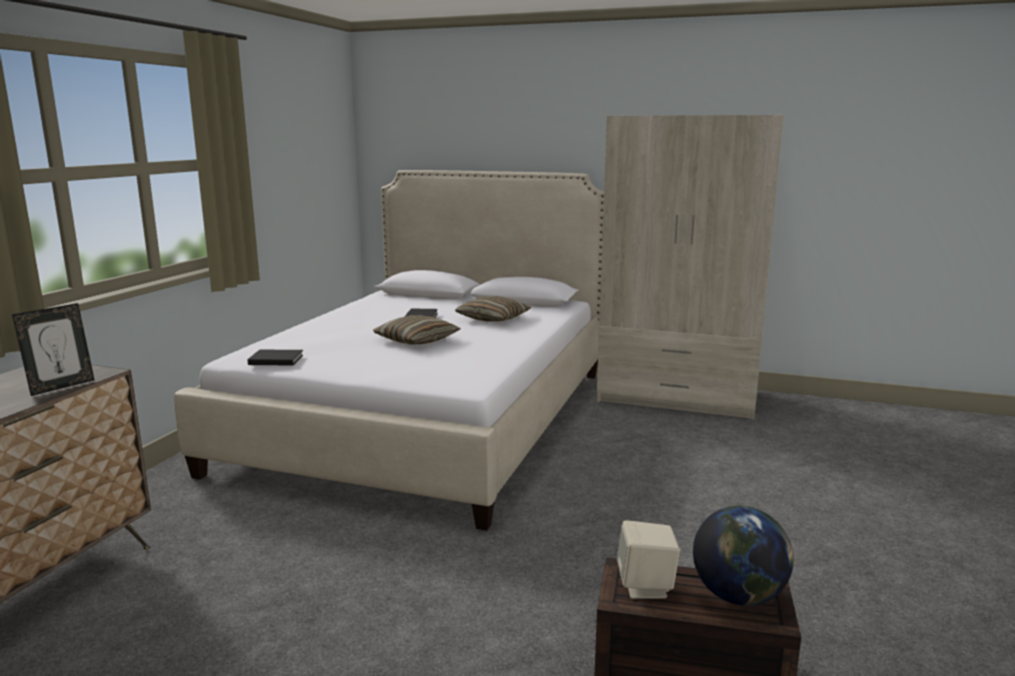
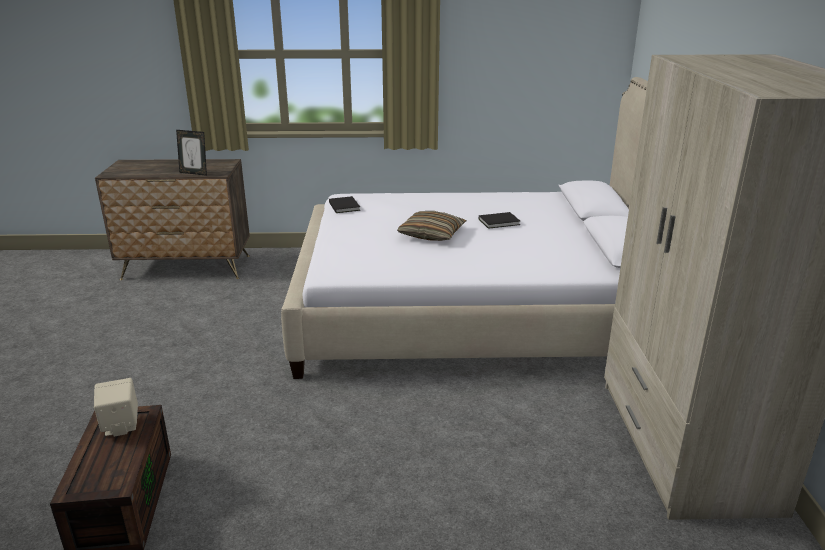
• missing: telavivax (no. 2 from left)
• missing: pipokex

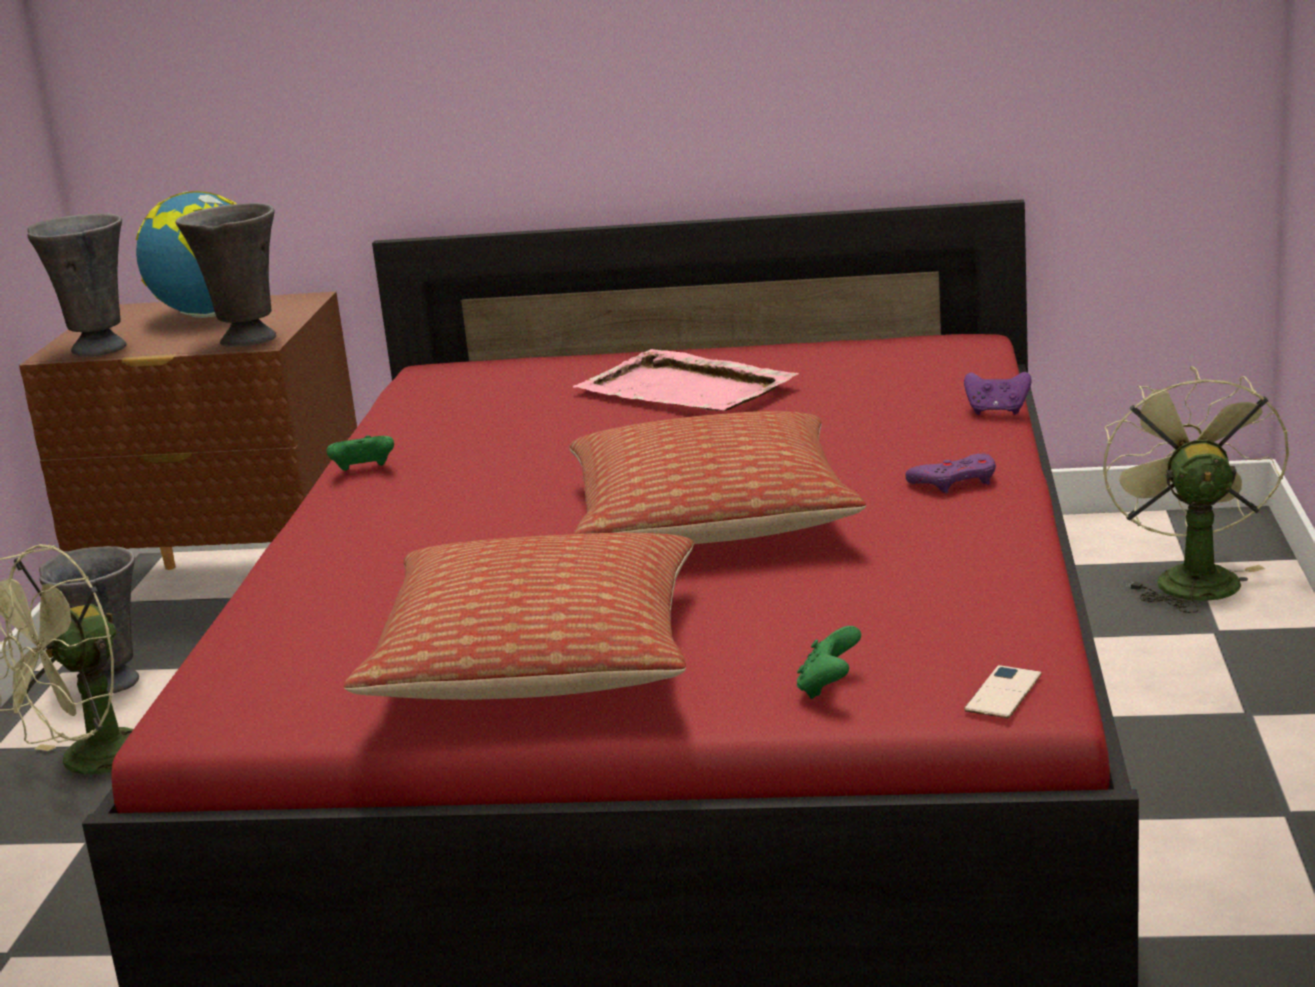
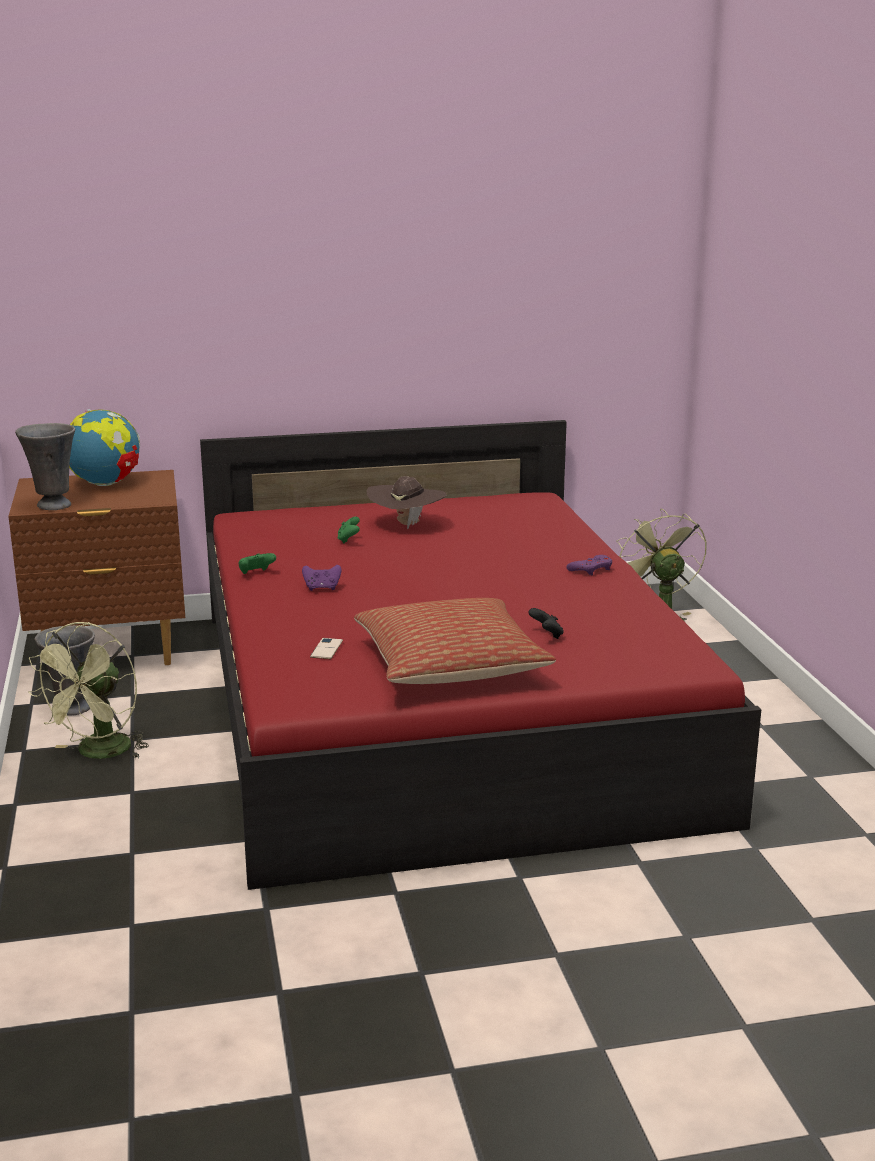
• missing: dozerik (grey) (no. 3 from left)
• missing: telavivax (no. 2 from left)
• exchanged: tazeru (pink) to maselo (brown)
• relocated: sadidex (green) (no. 2 from left)
• relocated: sadidex (purple) (no. 2 from left in the first image) to sadidex (purple) (no. 1 from left)
• relocated: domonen
• appeared: sadidex (black)

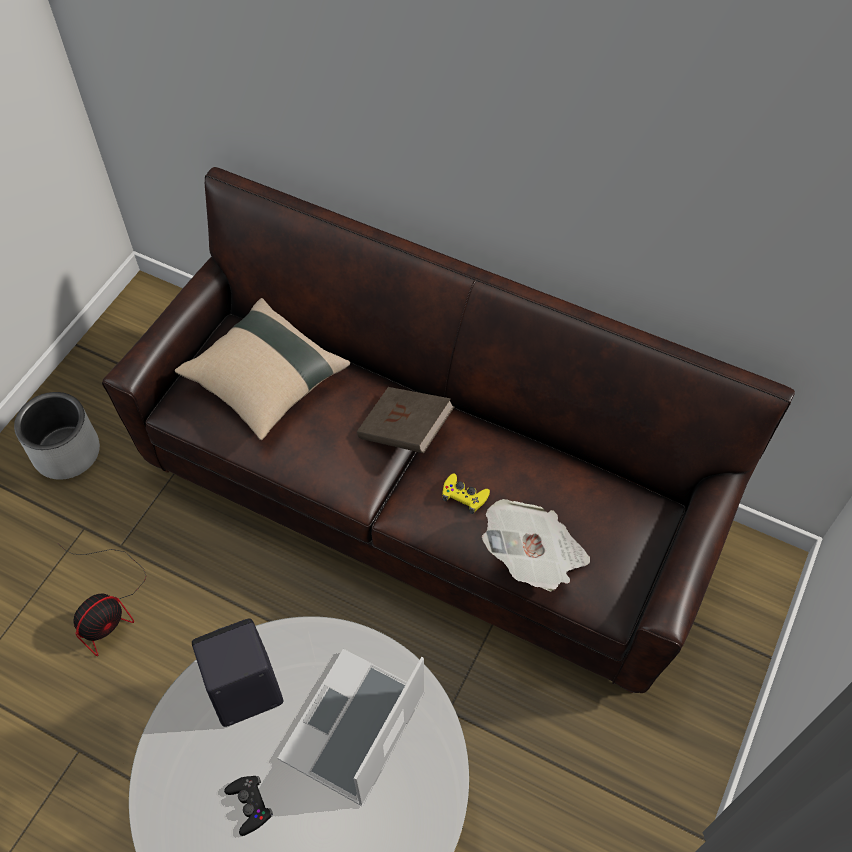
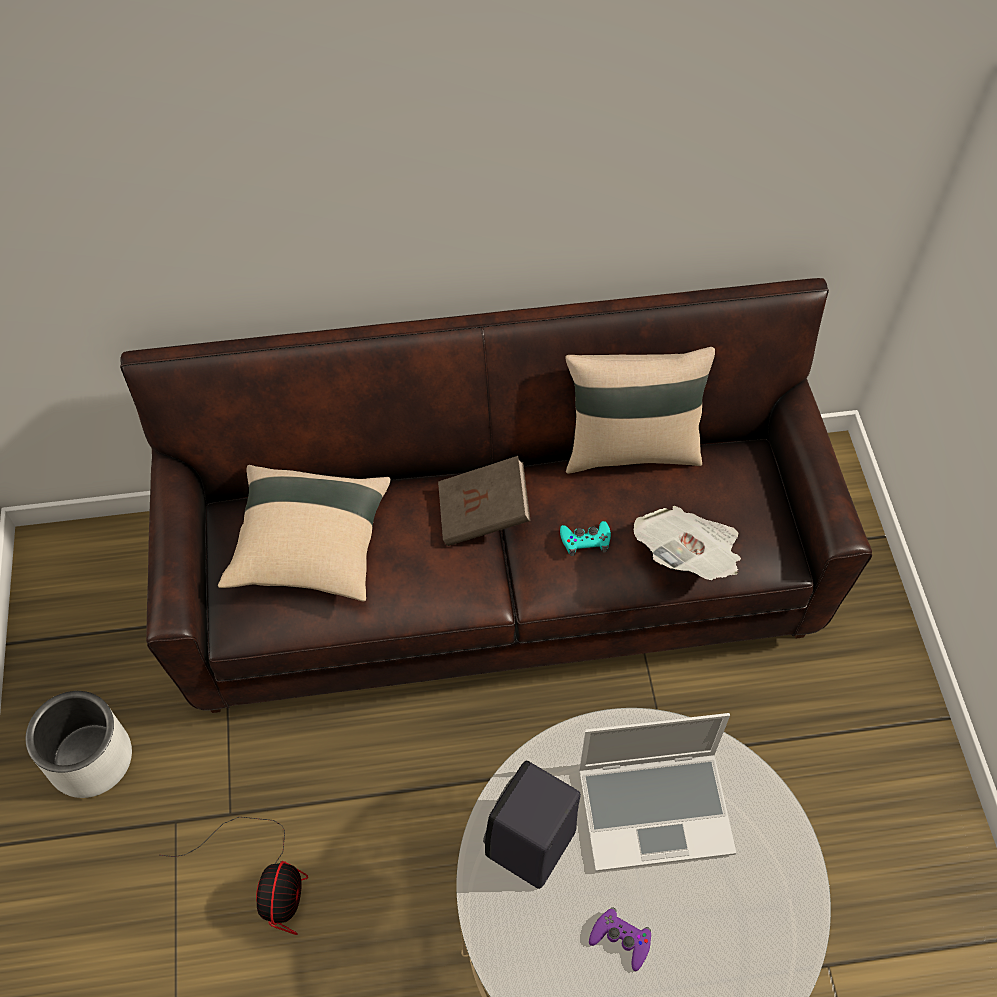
• colour: sadidex (black) to sadidex (purple)
• spun: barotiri 90 degrees counterclockwise
• colour: sadidex (yellow) to sadidex (turquoise)
• appeared: telavivax (beige) (no. 2 from left)

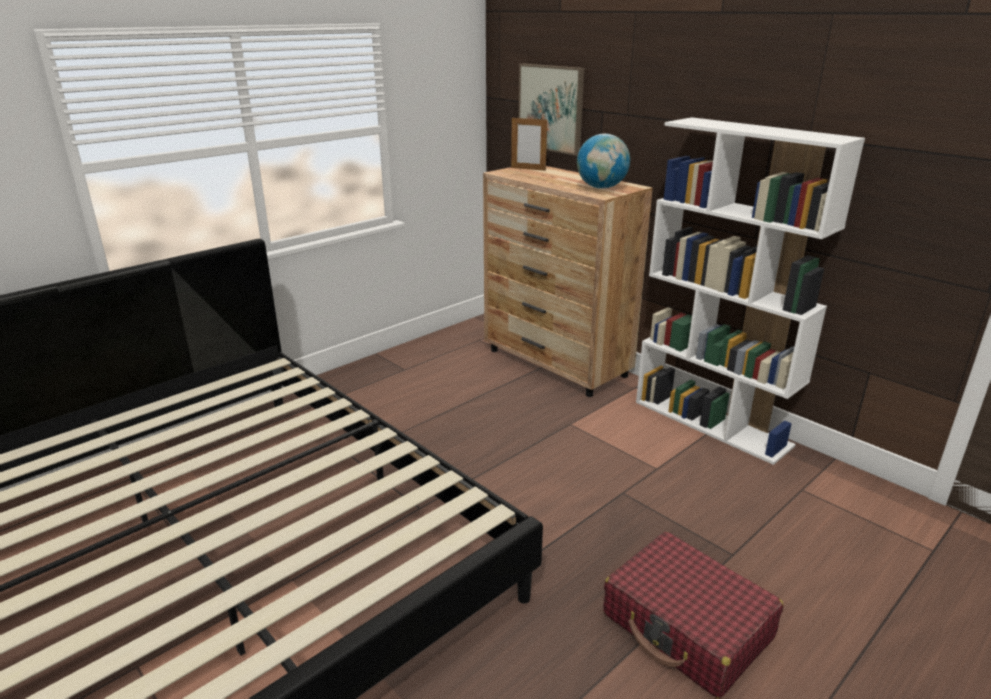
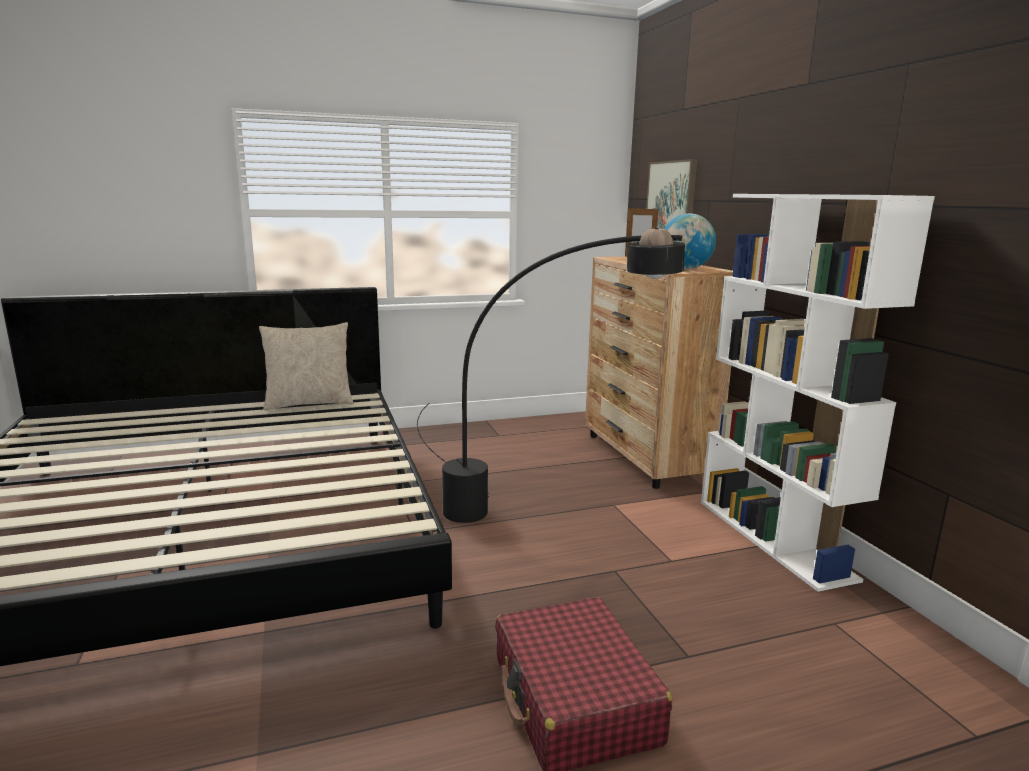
• appeared: telavivax (beige)
• appeared: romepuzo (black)

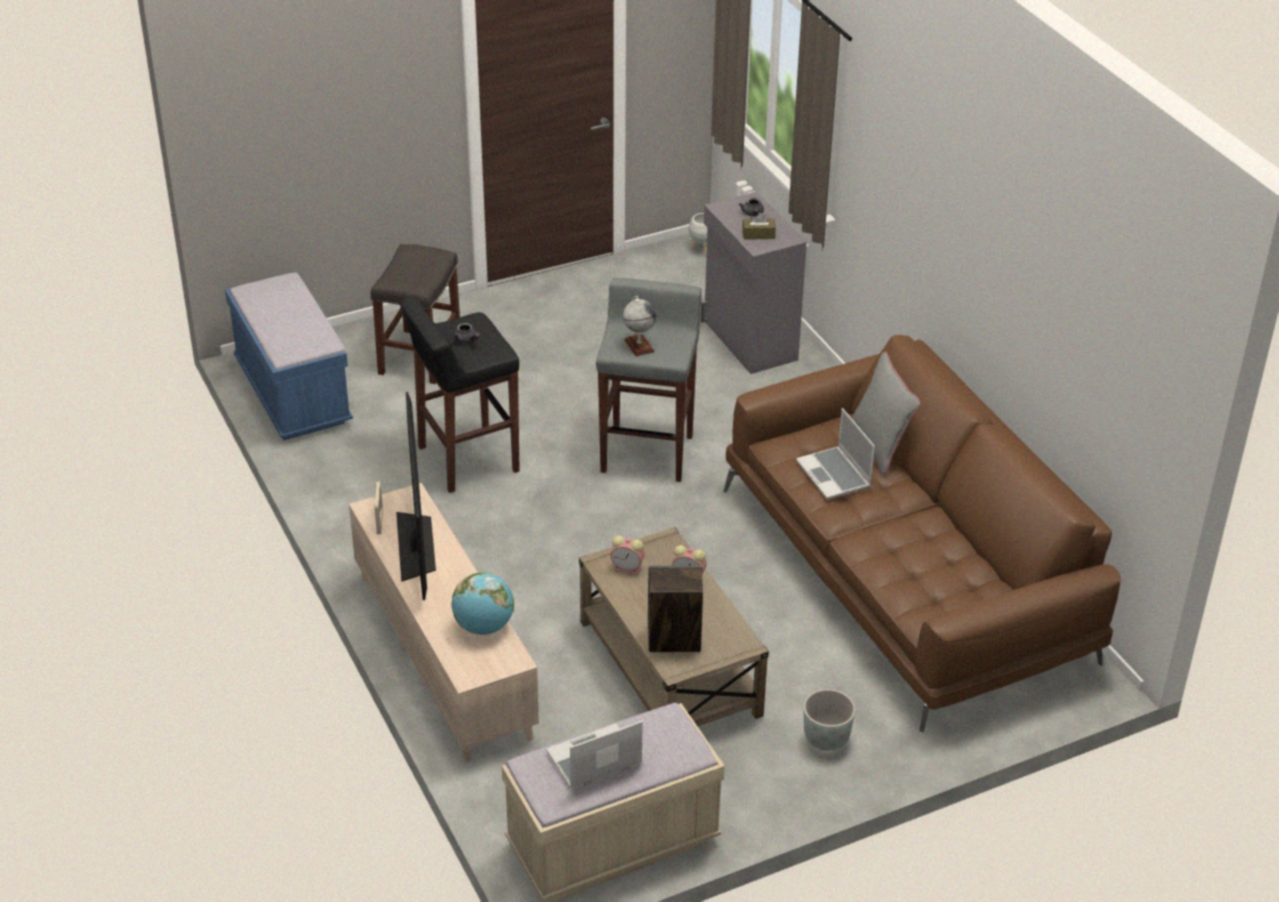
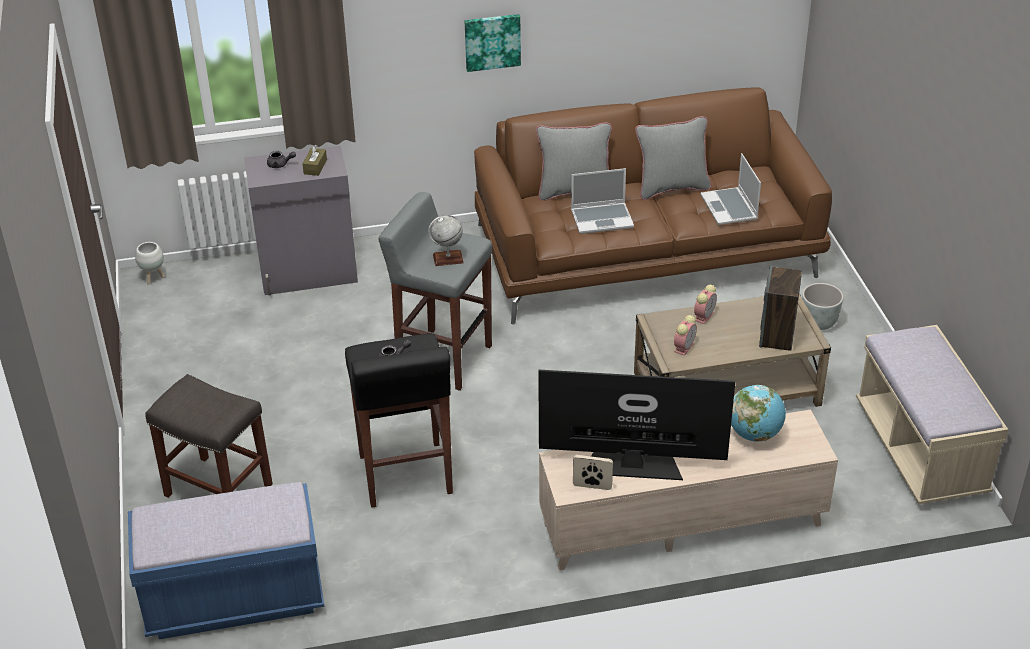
• relocated: barotiri (no. 1 from left in the first image) to barotiri (no. 2 from left)
• appeared: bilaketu
• appeared: telavivax (grey) (no. 2 from left)

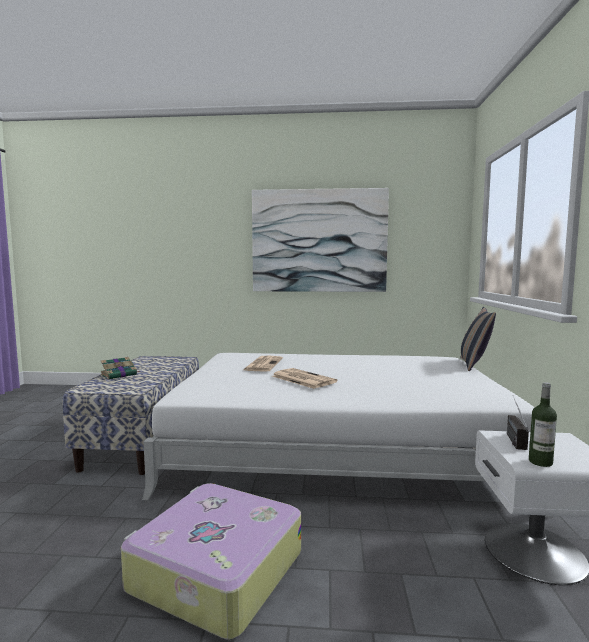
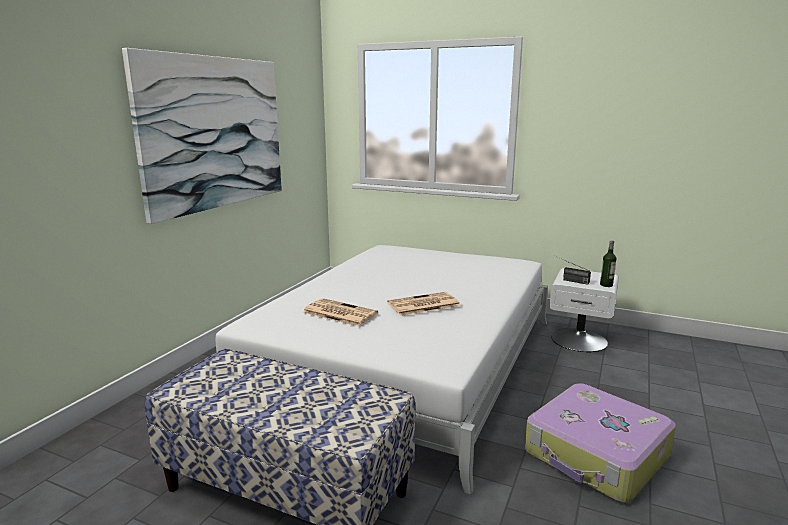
• missing: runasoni
• missing: telavivax

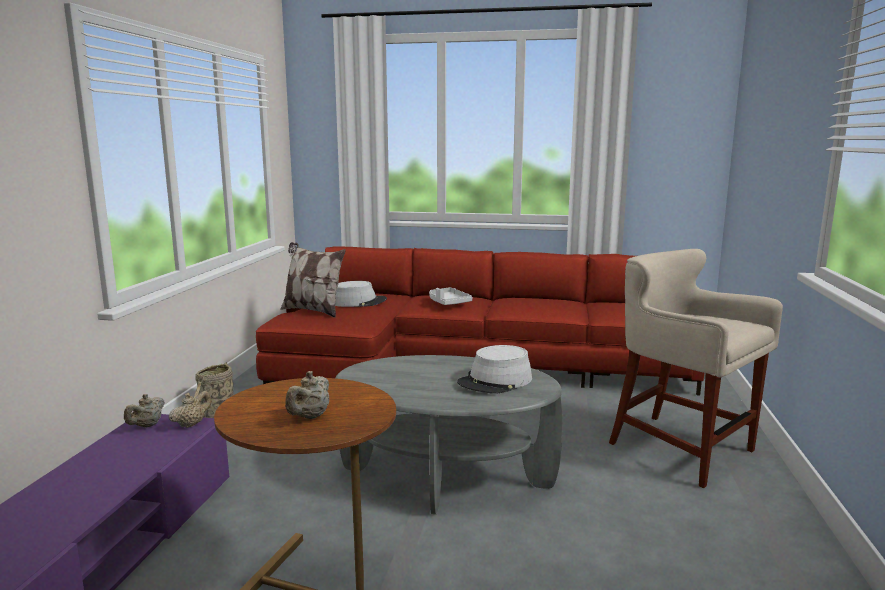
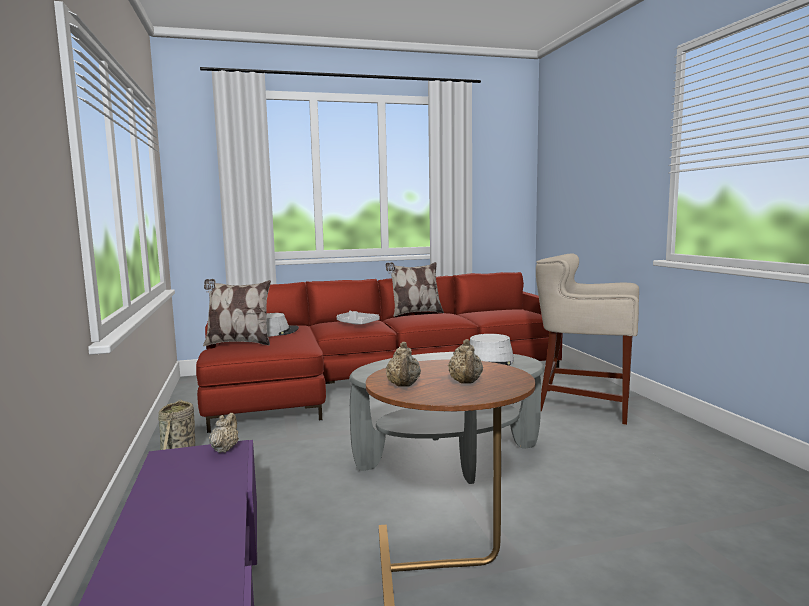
• relocated: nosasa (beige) (no. 1 from left in the first image) to nosasa (beige) (no. 2 from left)
• appeared: telavivax (no. 2 from left)

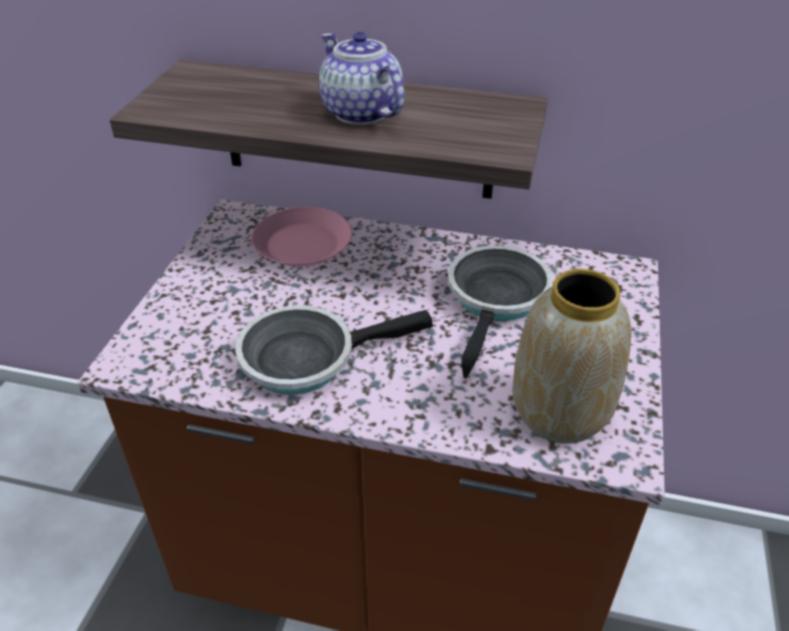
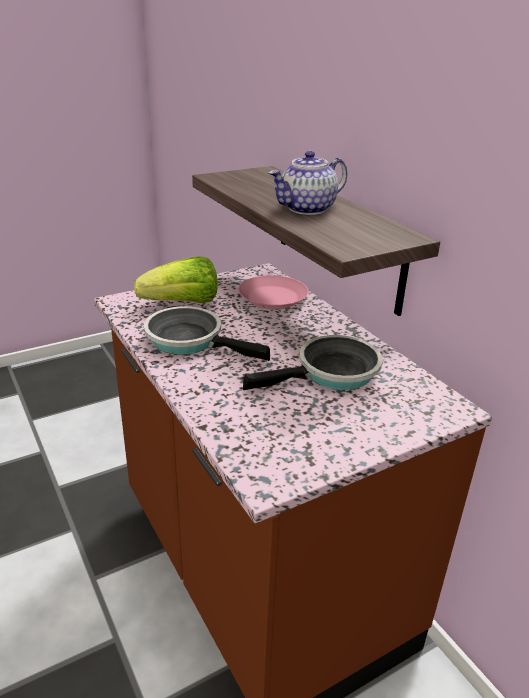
• spun: nosasa 135 degrees counterclockwise
• missing: dozerik
• appeared: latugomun

